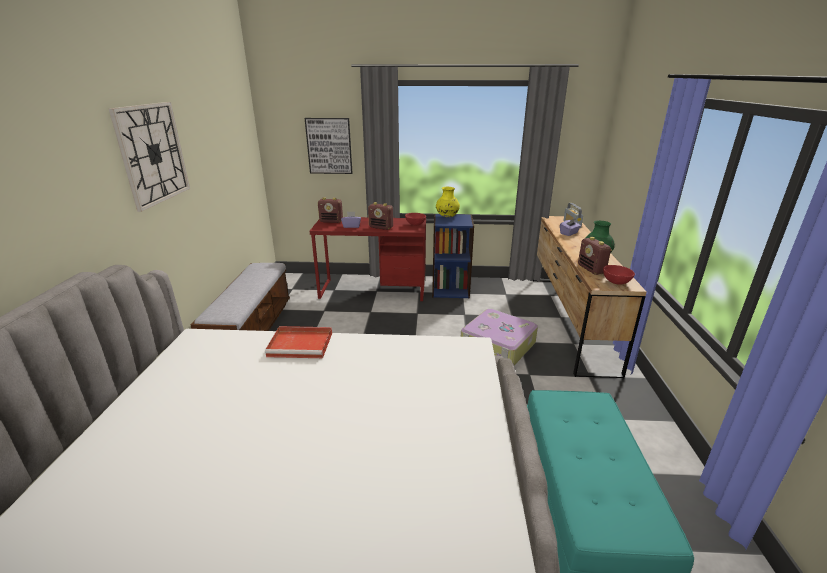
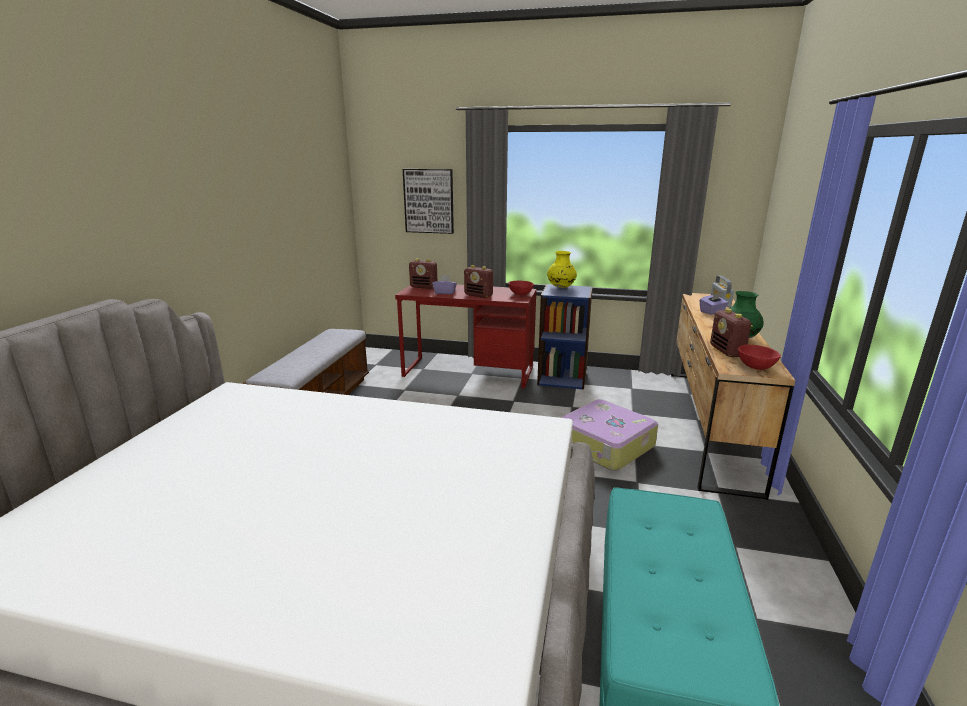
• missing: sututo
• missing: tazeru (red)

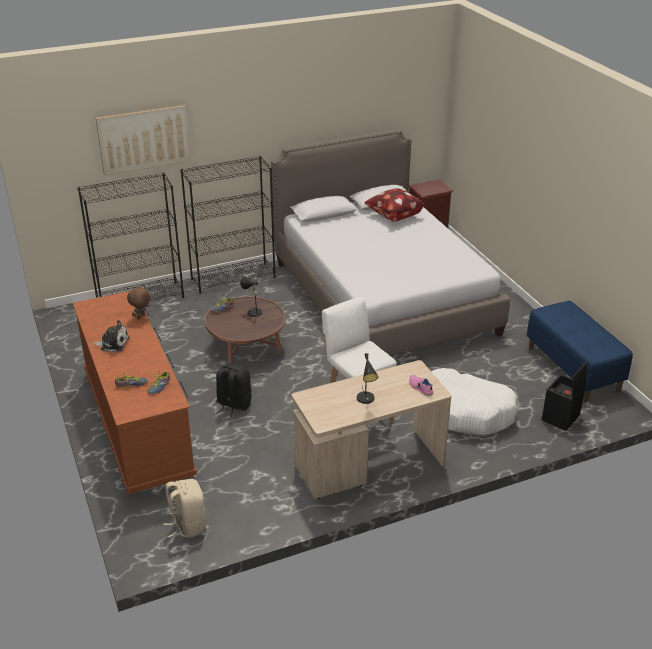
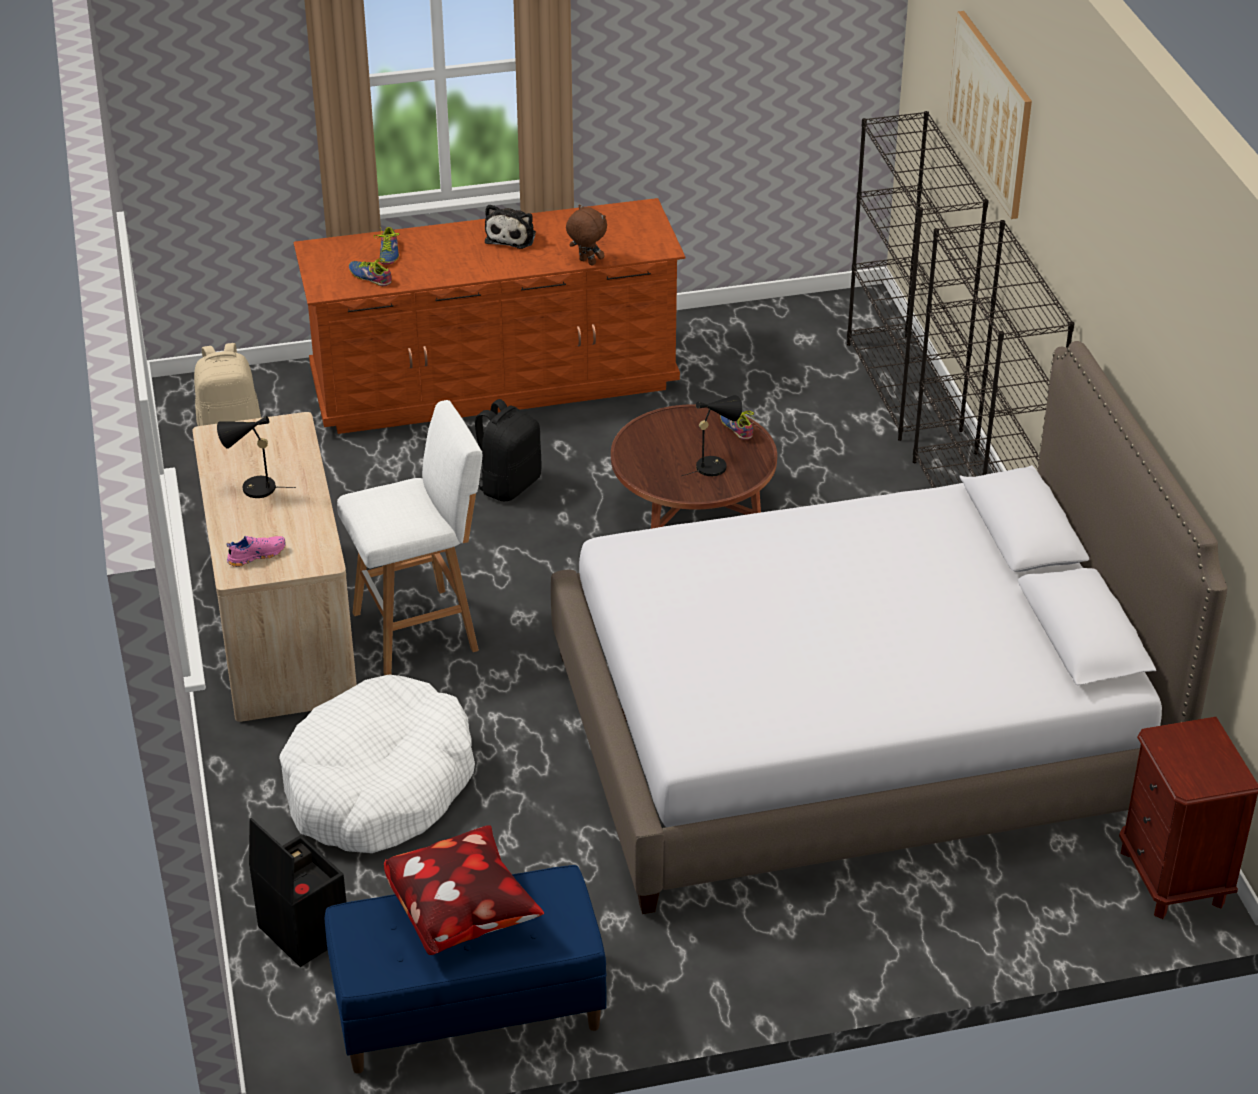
• relocated: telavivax

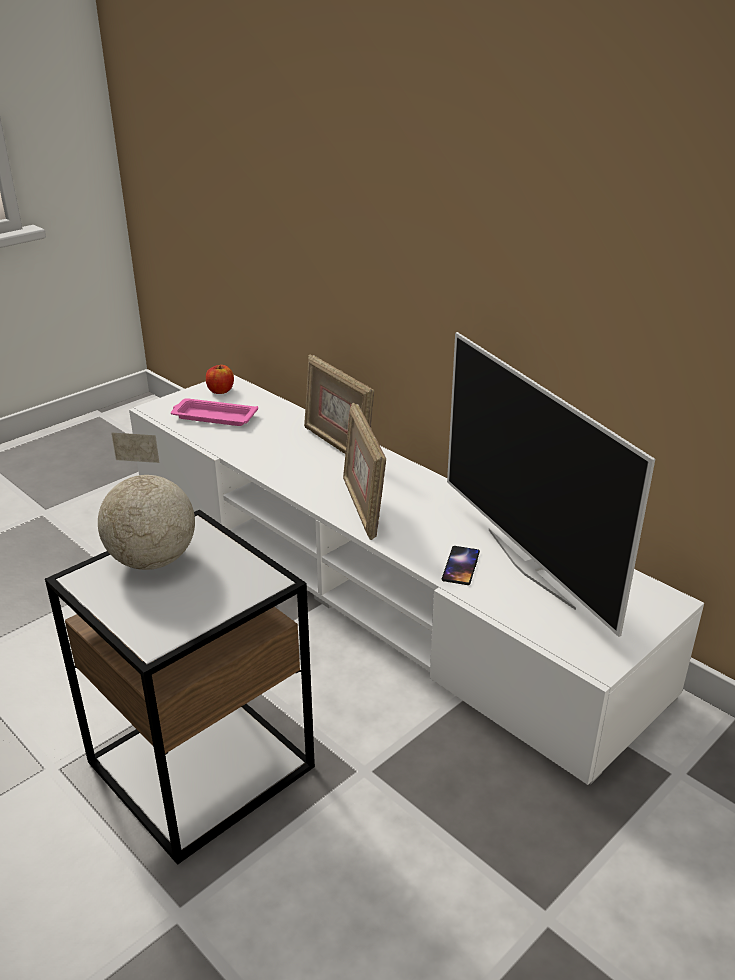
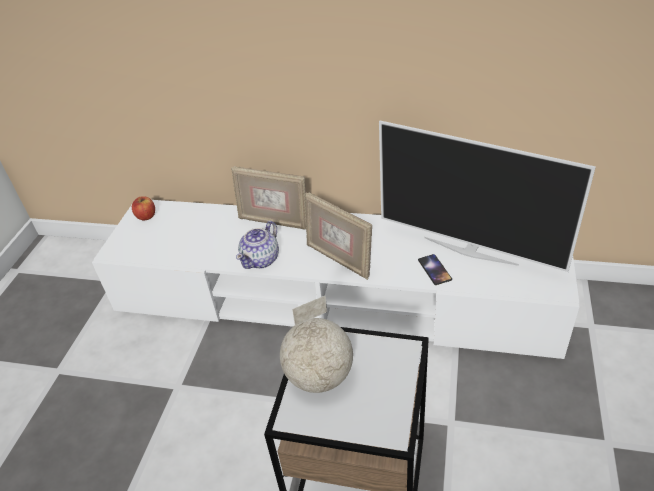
• missing: tazeru (pink)
• appeared: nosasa

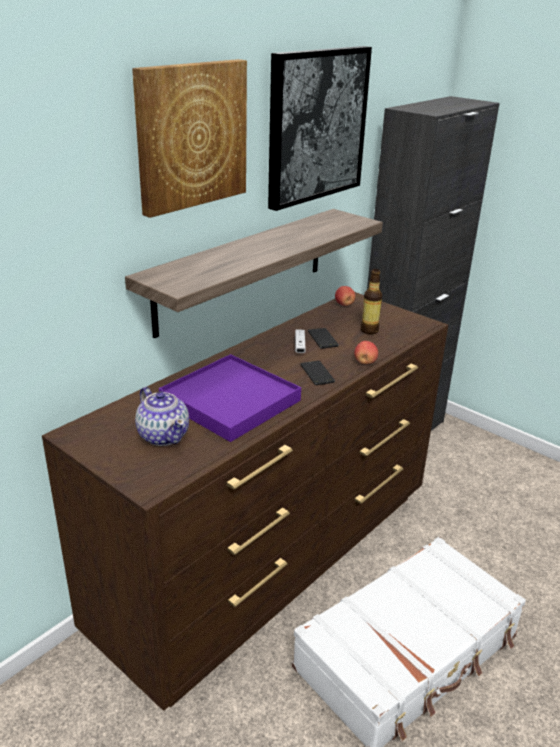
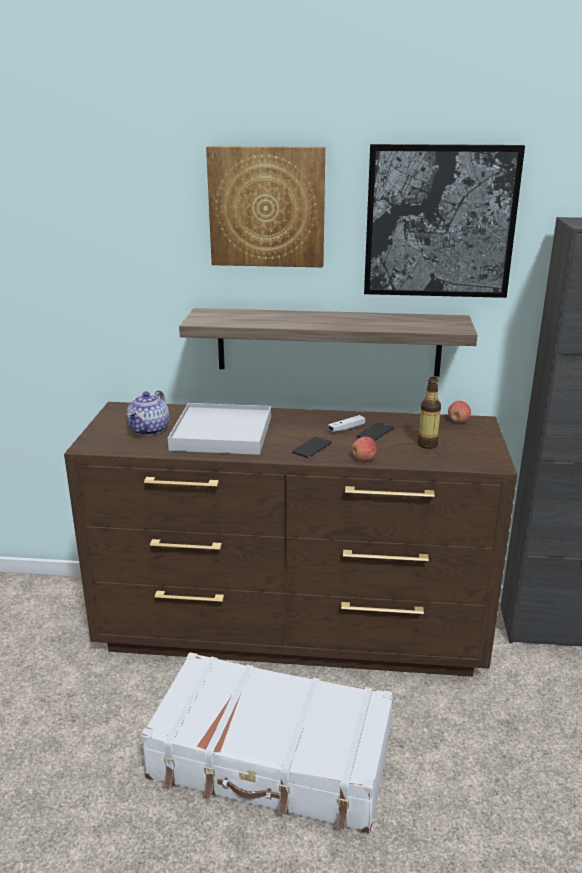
• colour: tazeru (purple) to tazeru (white)

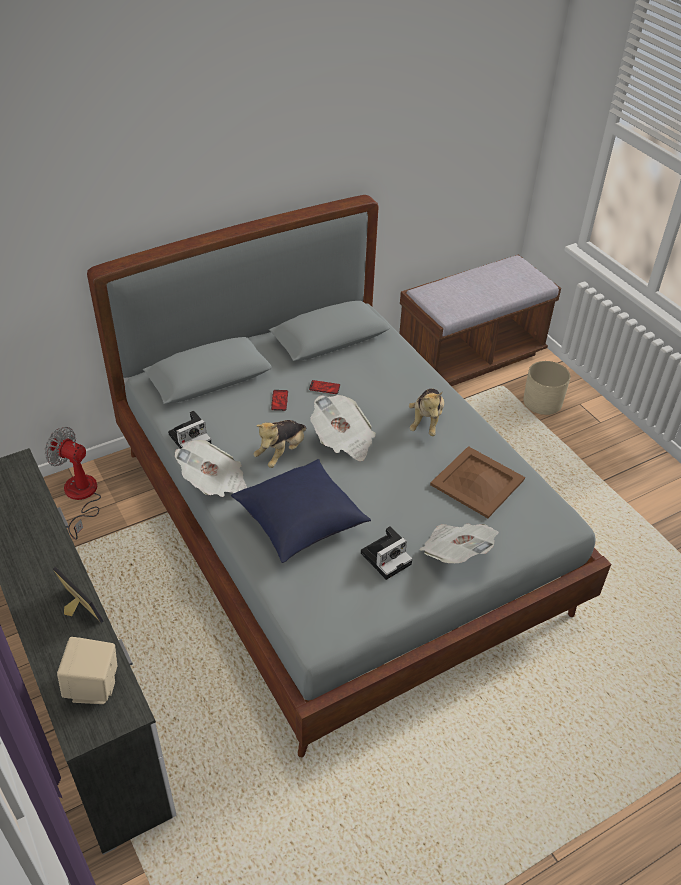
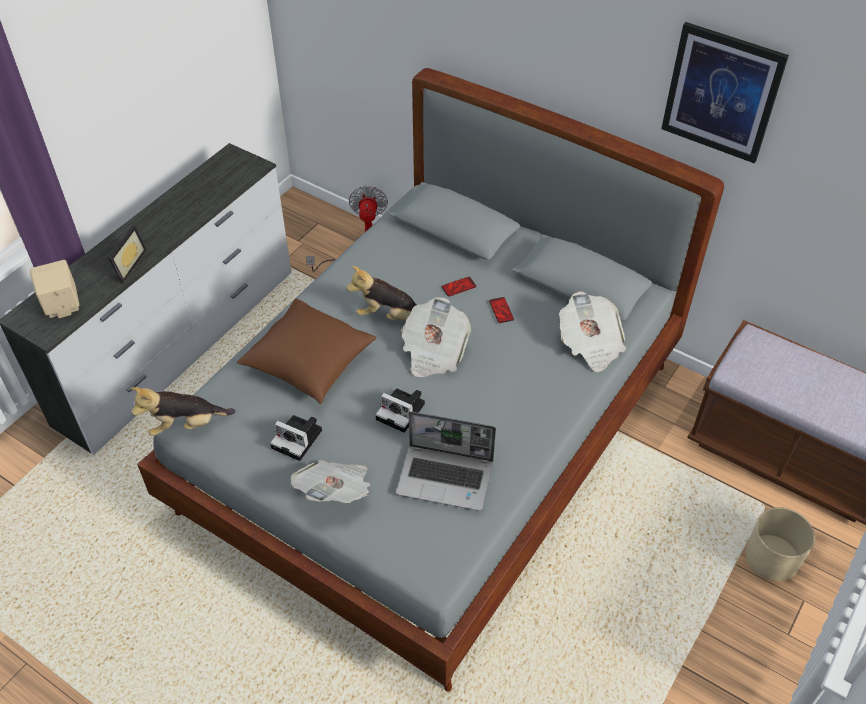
• relocated: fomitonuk (no. 1 from left in the first image) to fomitonuk (no. 2 from left)
• relocated: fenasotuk (no. 1 from left in the first image) to fenasotuk (no. 3 from left)
• colour: telavivax (blue) to telavivax (brown)
• relocated: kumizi (no. 2 from left in the first image) to kumizi (no. 1 from left)
• exchanged: tazeru (brown) to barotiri
• appeared: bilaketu

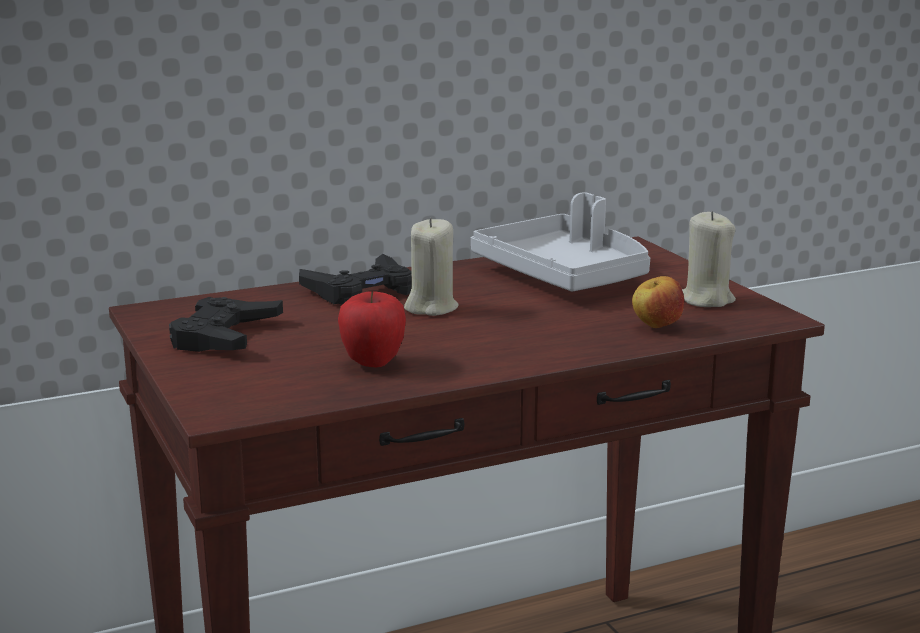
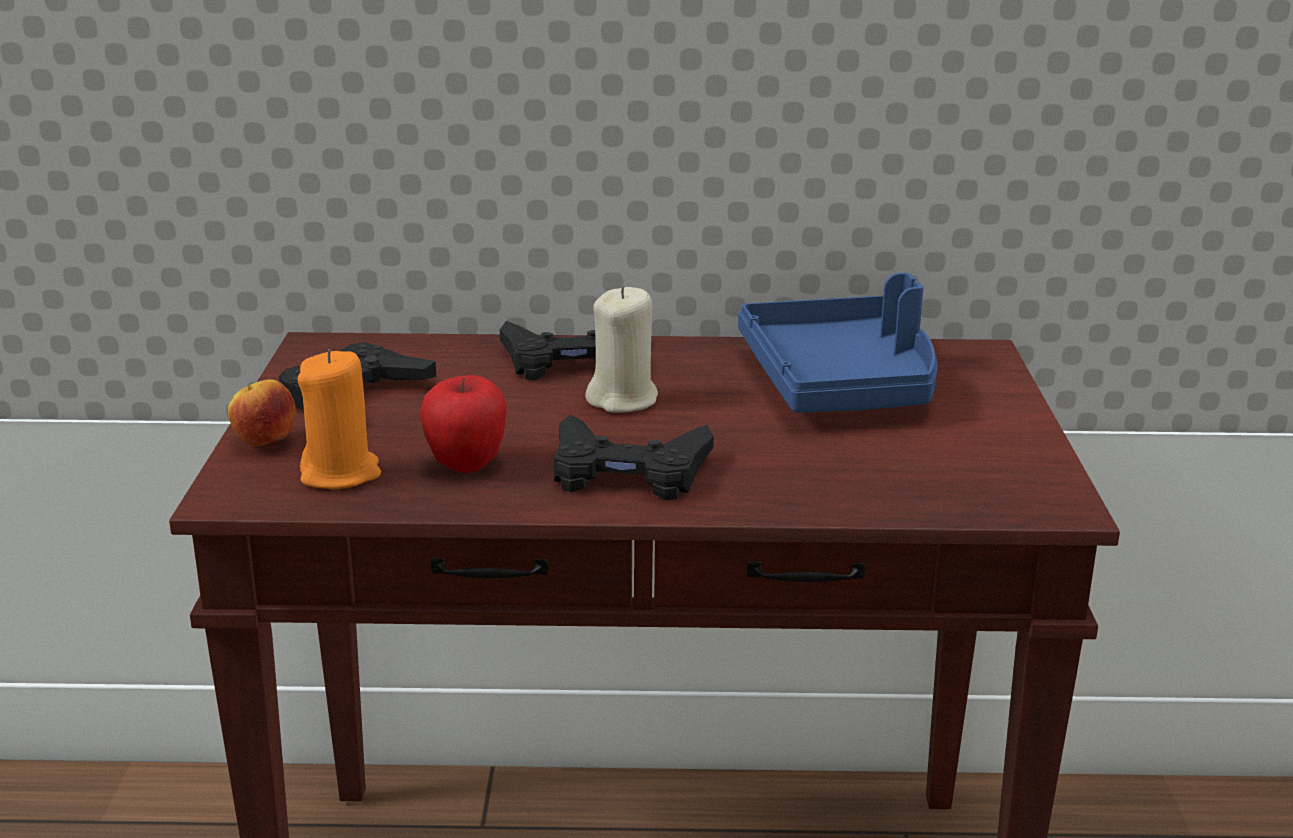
• colour: tazeru (grey) to tazeru (blue)
• relocated: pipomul (no. 2 from left in the first image) to pipomul (no. 1 from left)
• missing: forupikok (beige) (no. 2 from left)
• appeared: forupikok (orange)
• appeared: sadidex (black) (no. 3 from left)

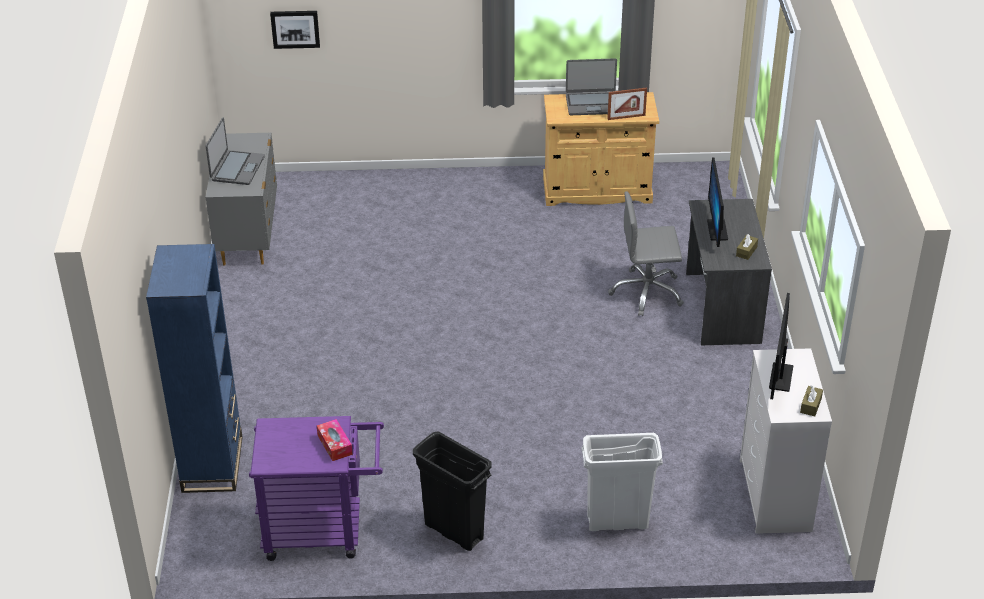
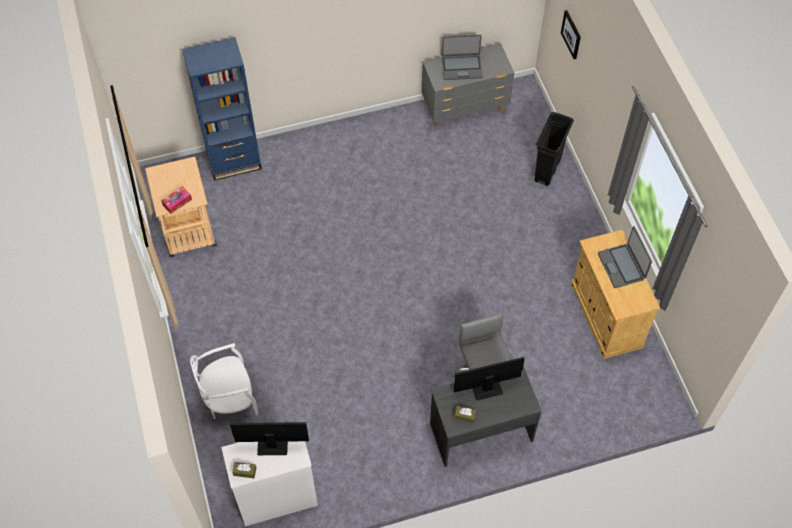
• colour: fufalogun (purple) to fufalogun (beige)
• relocated: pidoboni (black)
• exchanged: pidoboni (white) to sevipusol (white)
• missing: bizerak

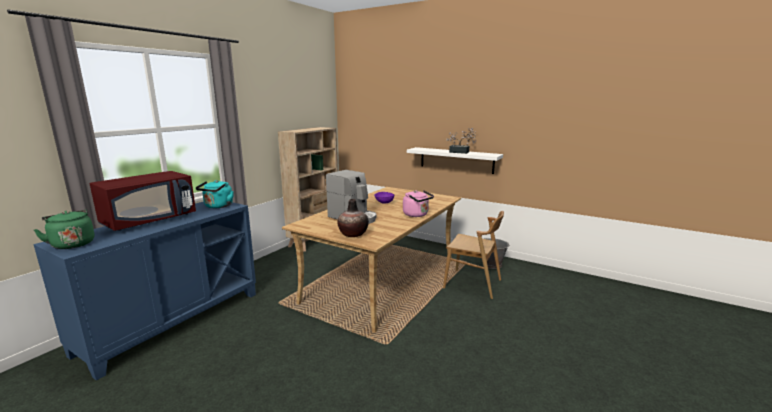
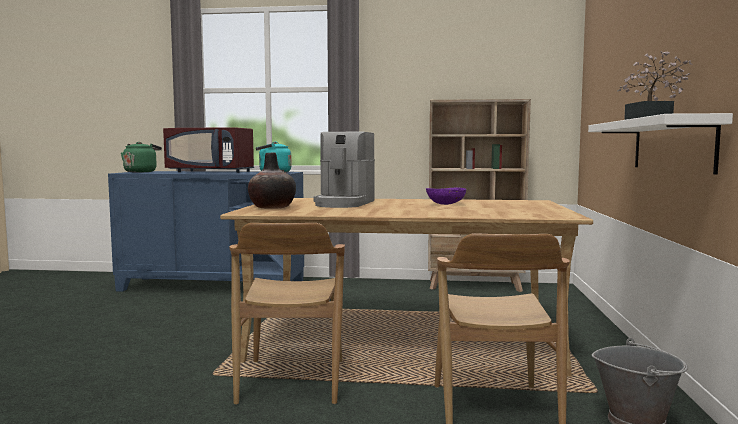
• missing: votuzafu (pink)
• appeared: sevipusol (brown) (no. 1 from left)

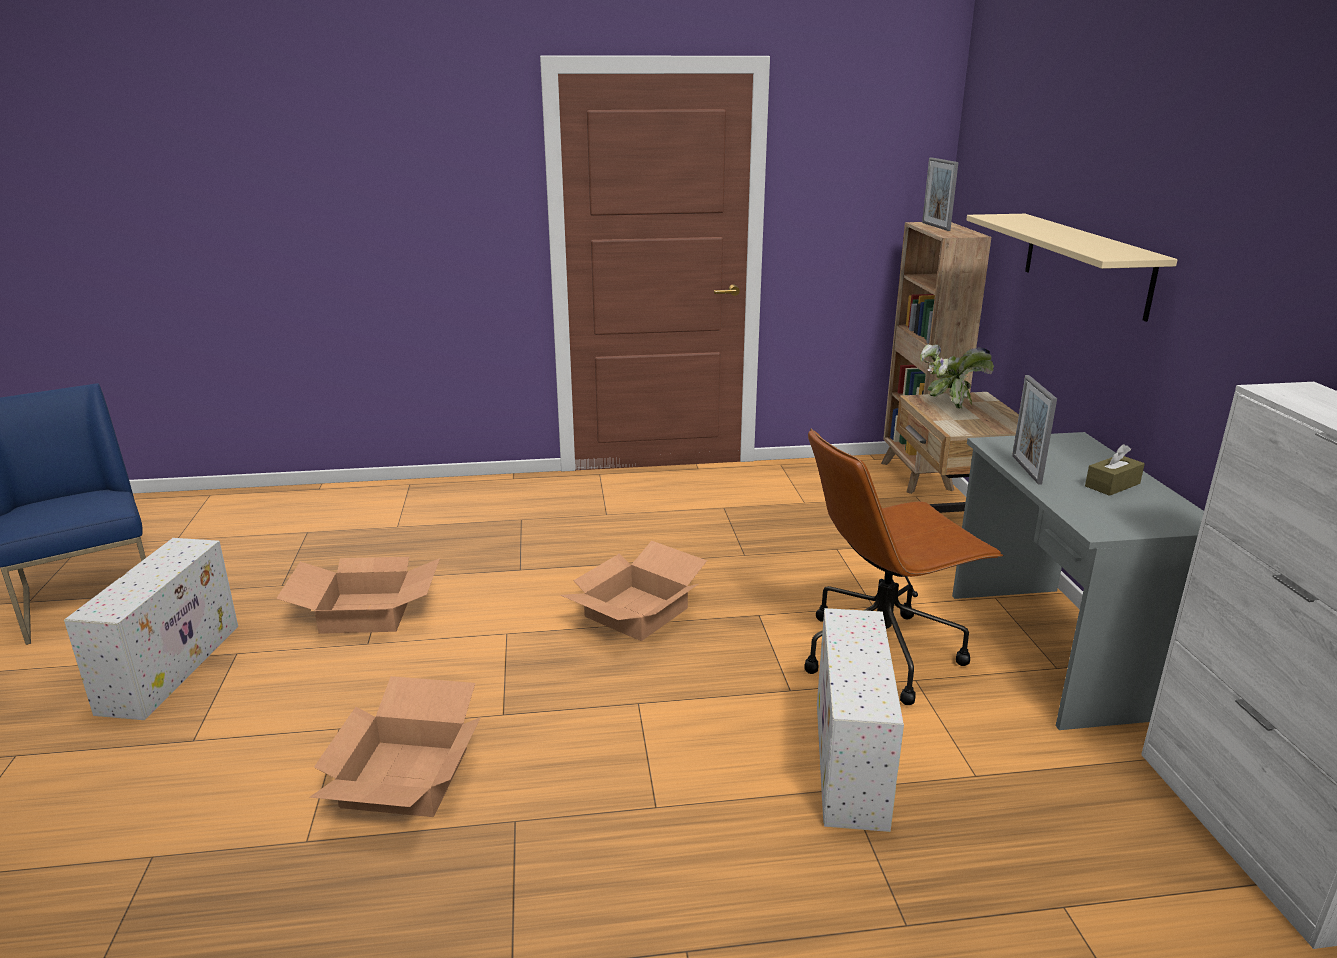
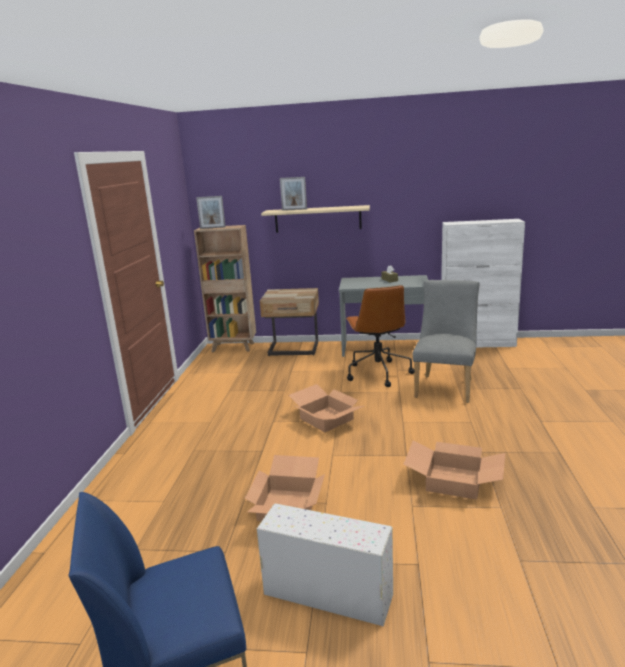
• exchanged: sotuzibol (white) (no. 2 from left) to sevipusol (grey)
• missing: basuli
• relocated: bizerak (no. 2 from left)

